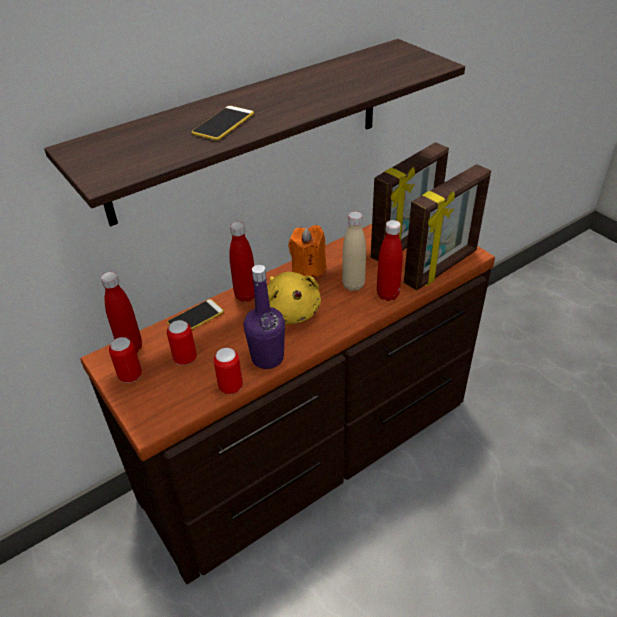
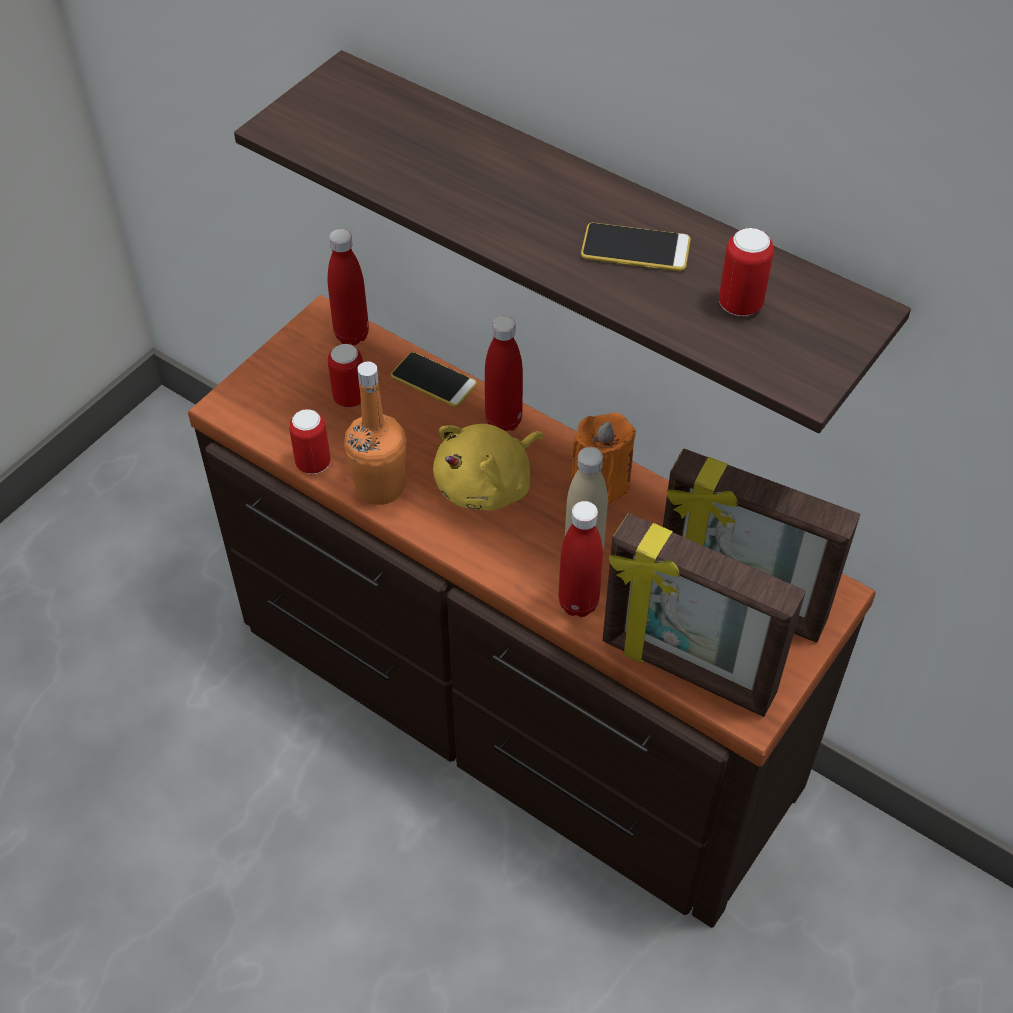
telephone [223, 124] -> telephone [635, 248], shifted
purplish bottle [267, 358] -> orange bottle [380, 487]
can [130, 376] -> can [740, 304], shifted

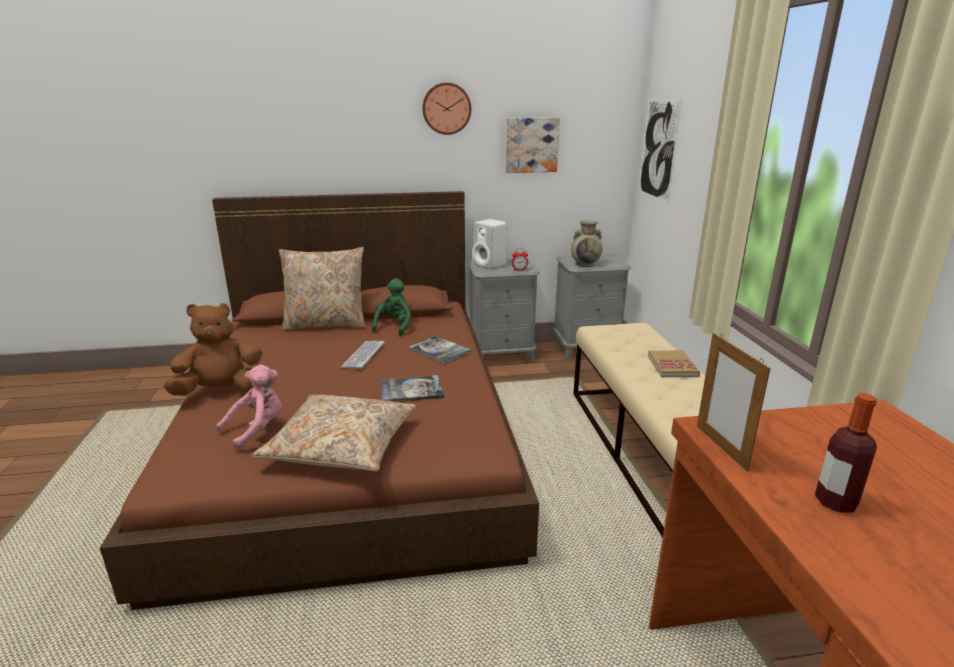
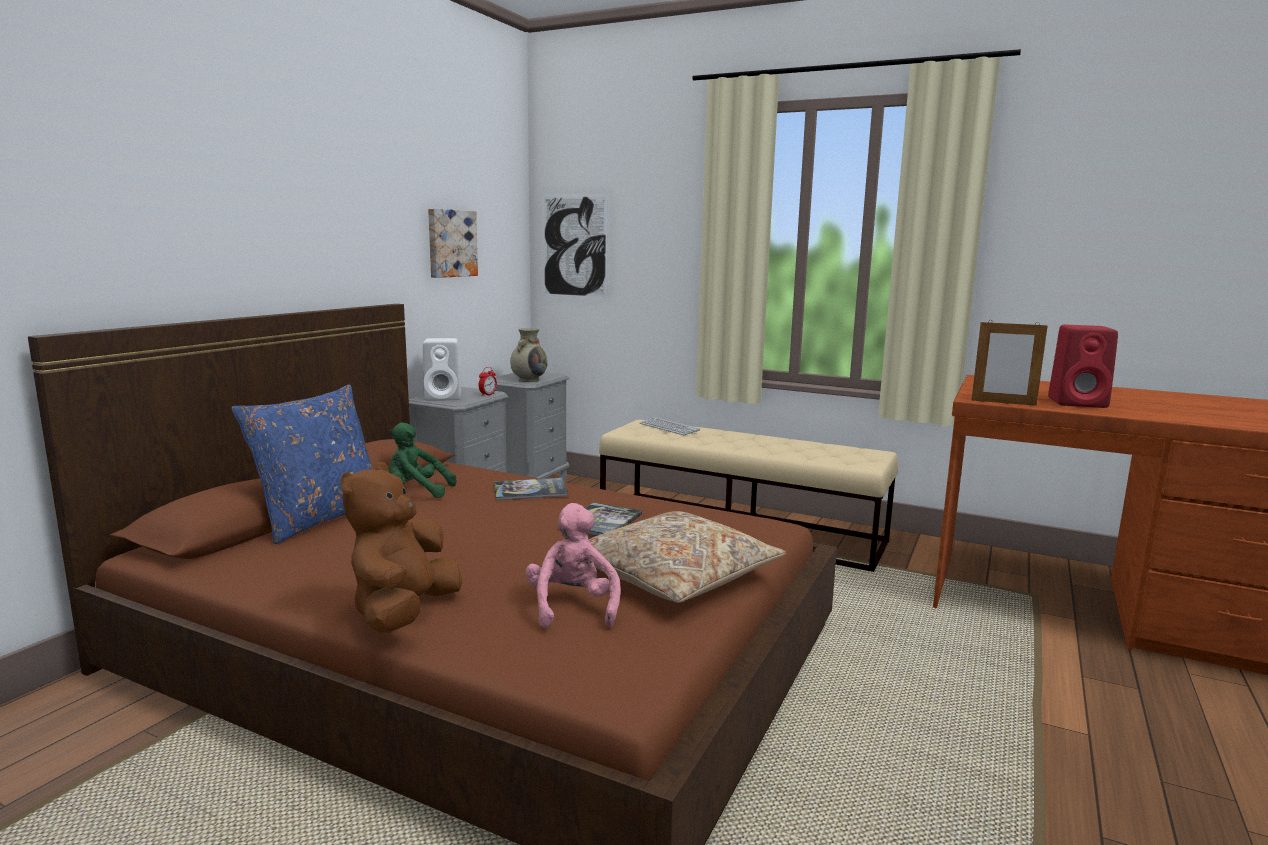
hanging clock [446, 108] -> none
beige throw pillow [326, 324] -> blue throw pillow [319, 518]
green plush toy [394, 326] -> green plush toy [417, 492], 45 degrees counterclockwise
keyboard [363, 355] -> keyboard [669, 427], shifted
volume [672, 366] -> none
bottle [835, 502] -> reddish speaker [1079, 403]

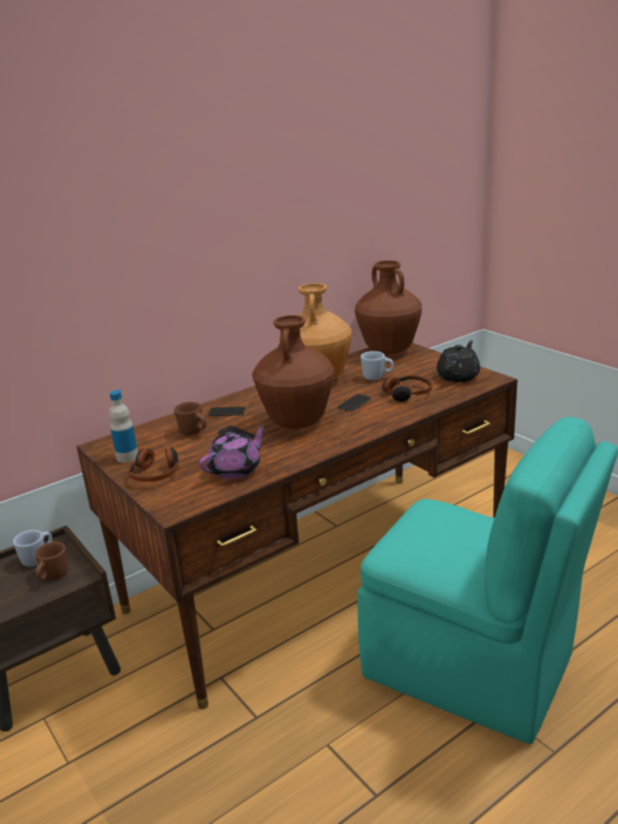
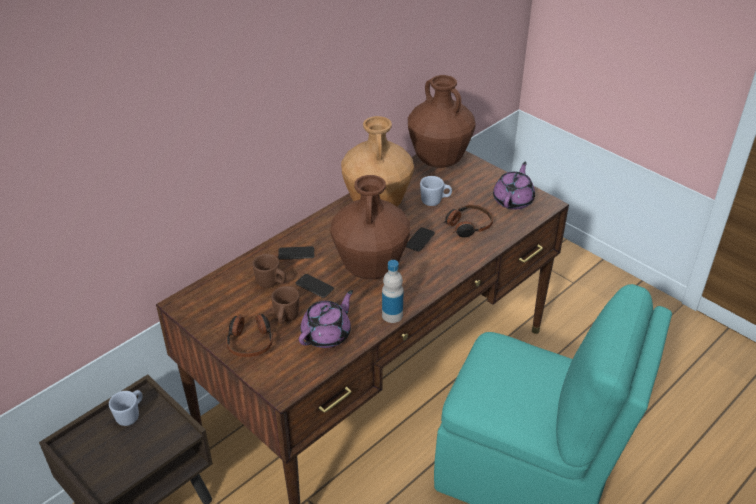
blackish pot for tea [458, 376] -> purplish pot for tea [513, 200]
bottle [127, 457] -> bottle [392, 315], shifted
brownish mug [53, 577] -> brownish mug [285, 318], shifted

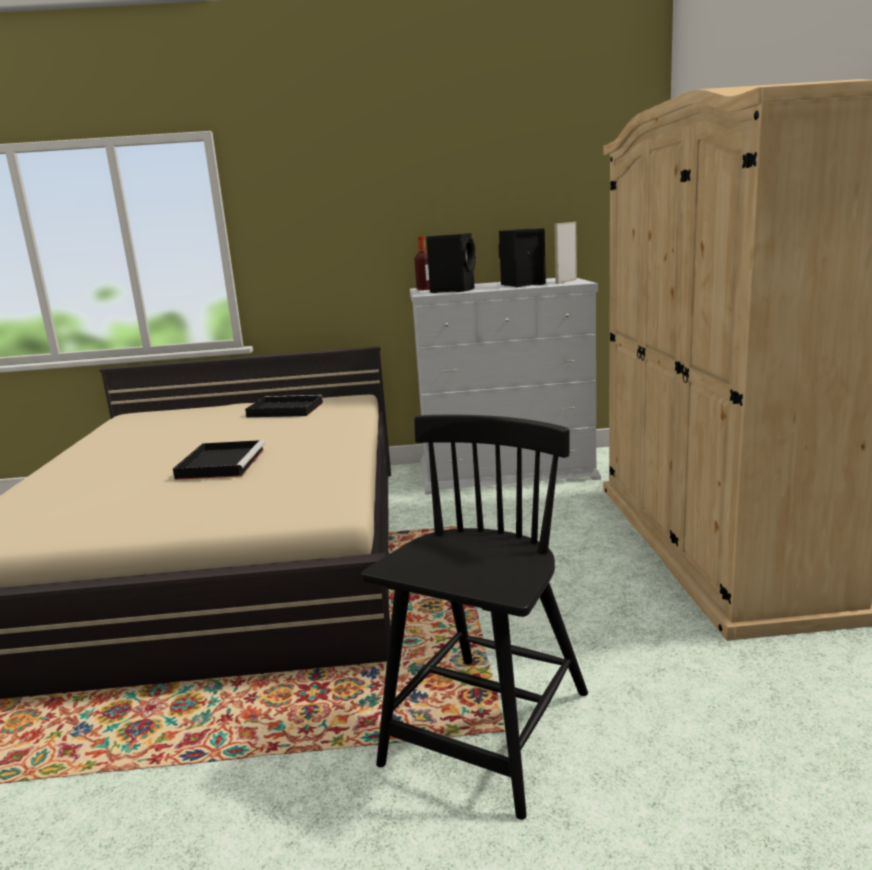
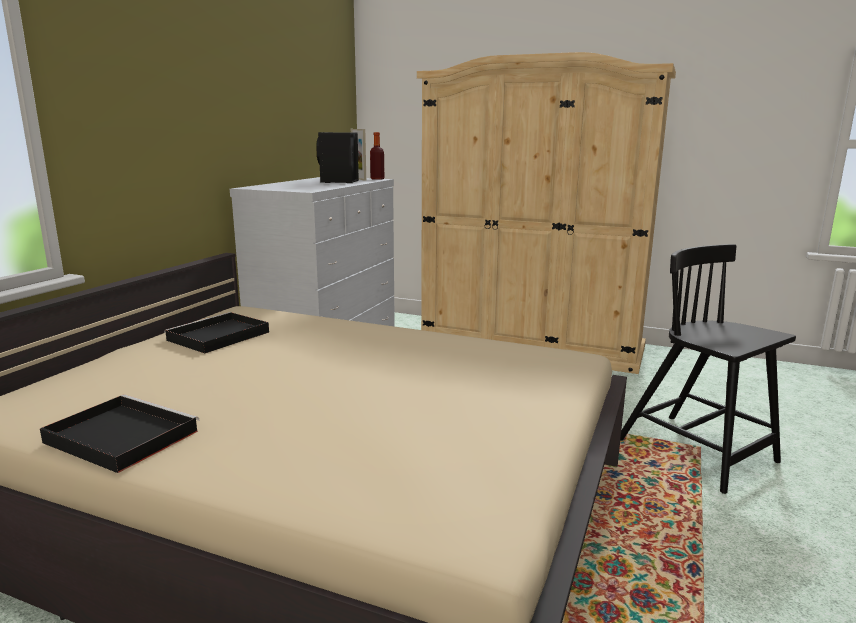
blackish speaker [453, 290] -> none
bottle [424, 289] -> bottle [377, 179], shifted
blackish carrying tray [221, 463] -> blackish carrying tray [119, 436], shifted

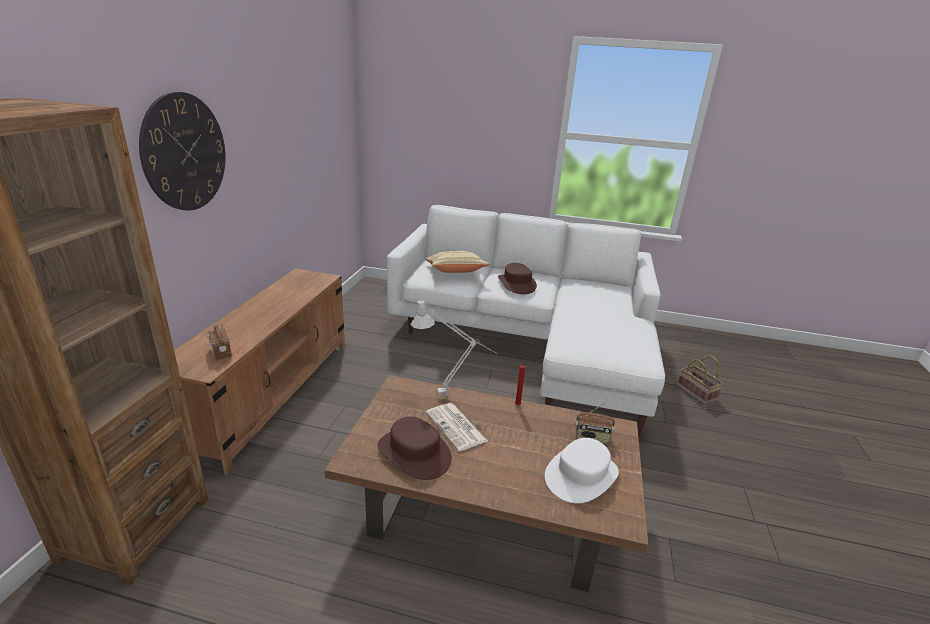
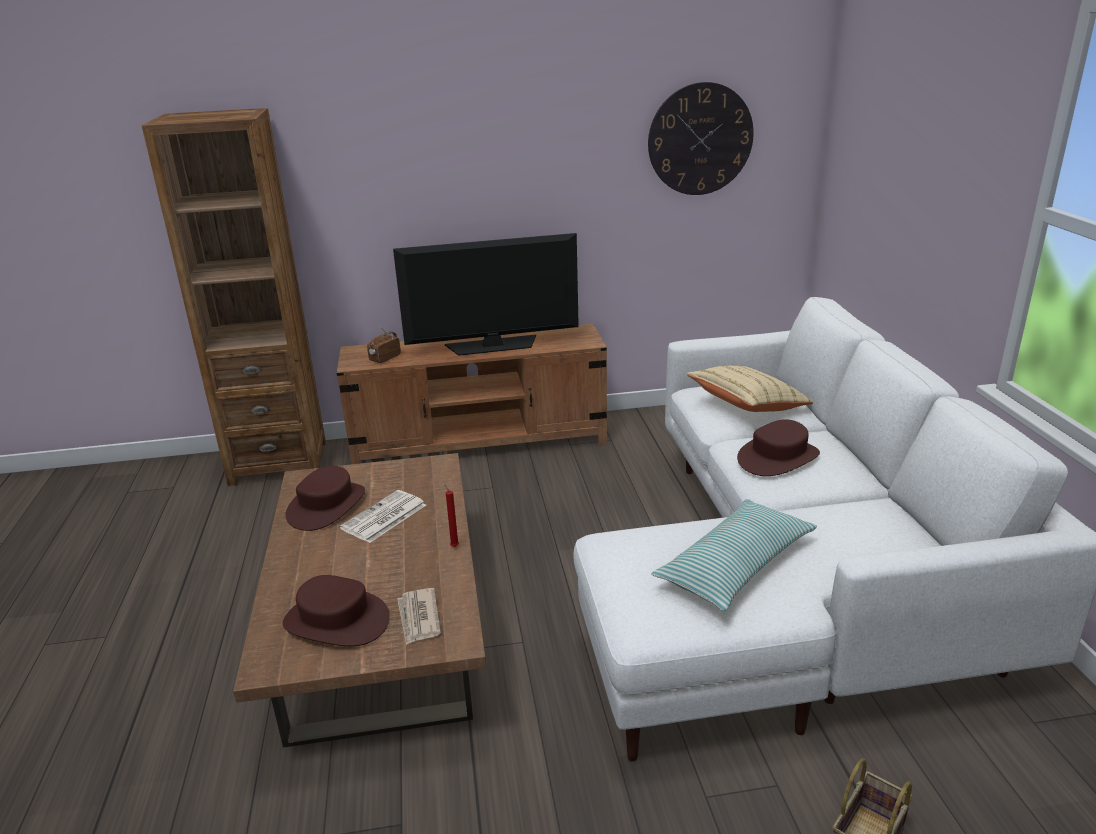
hanging clock [185, 152] -> hanging clock [700, 139], shifted
greyish tabletop lamp [452, 396] -> none
radio set [592, 437] -> printed paper [418, 618]
whitish wearable hat [581, 475] -> brownish wearable hat [336, 621]
none -> television [493, 346]
none -> throw pillow [735, 566]

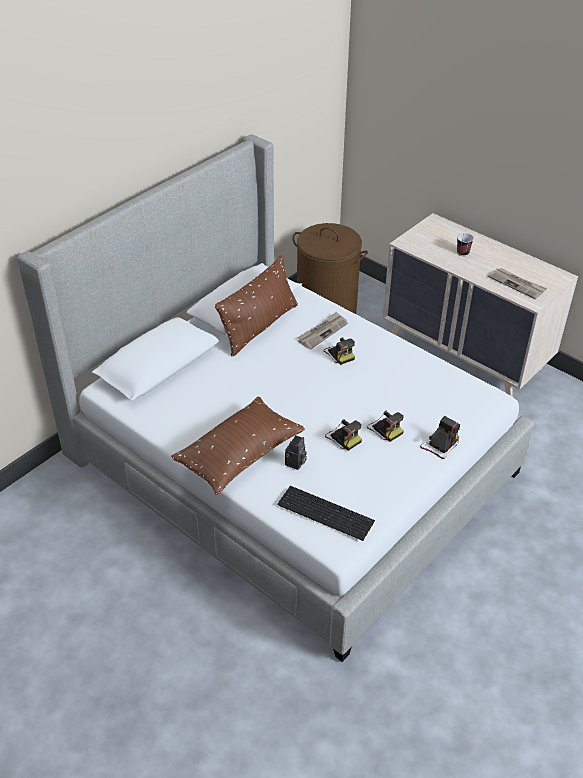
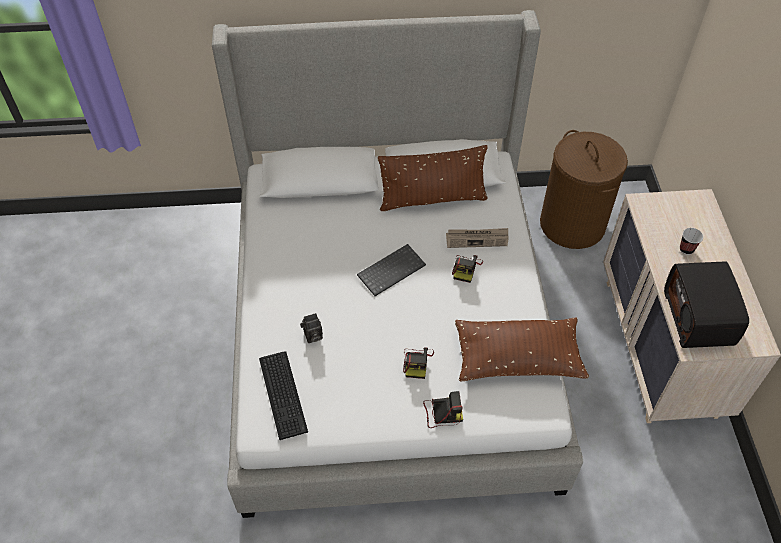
printed paper [517, 284] -> radio set [699, 318]
brownish throw pillow [239, 455] -> brownish throw pillow [517, 358], shifted
still camera [343, 437] -> none
none -> keyboard [391, 269]

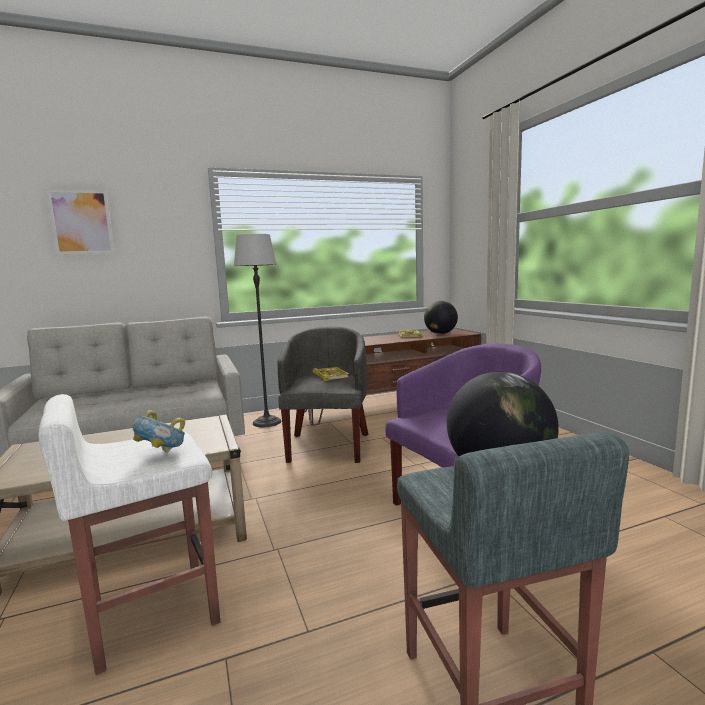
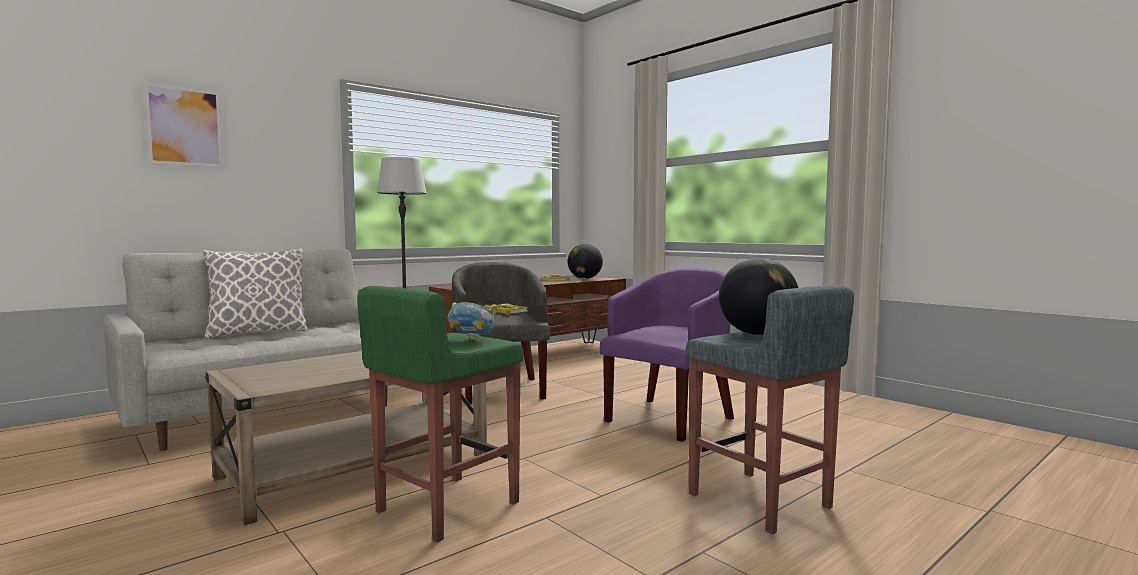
whitish sitting stool [151, 615] -> green sitting stool [446, 507]
none -> throw pillow [257, 333]

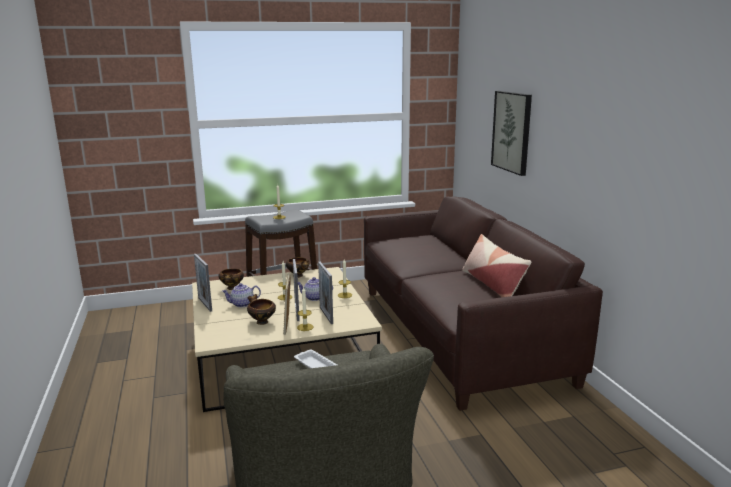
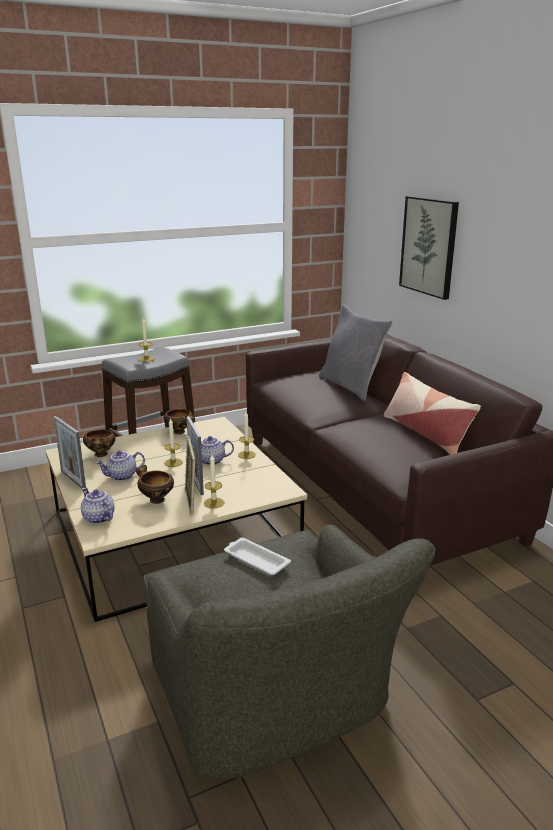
standing frame [326, 315] -> none
none -> greyish throw pillow [351, 386]
none -> pot for tea [98, 518]

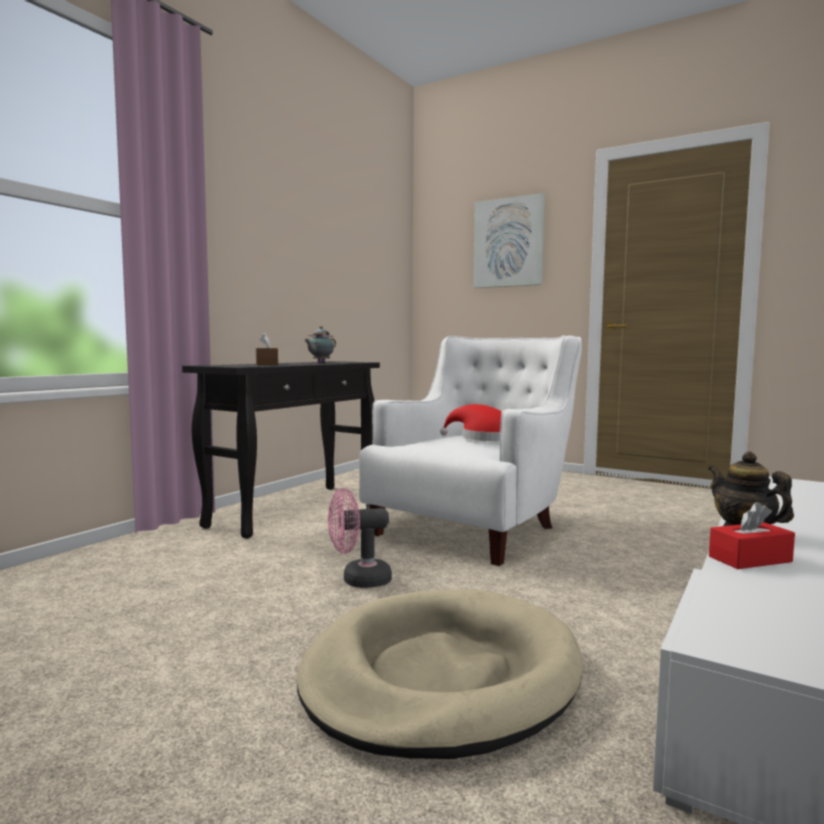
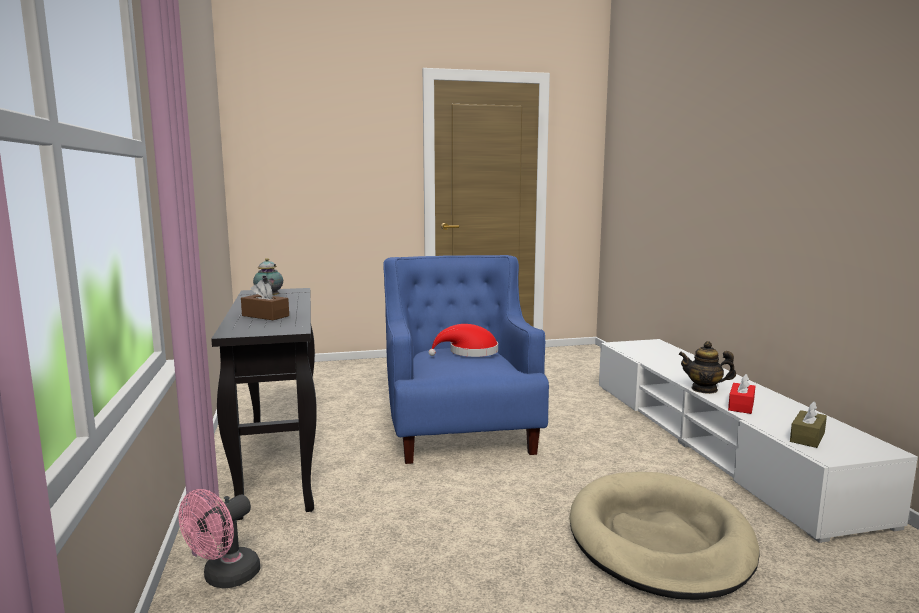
wall art [508, 243] -> none
whitish lounge chair [475, 528] -> blue lounge chair [460, 429]
pinkish electric fan [358, 580] -> pinkish electric fan [225, 578], shifted
none -> brownish box of tissues [807, 437]

